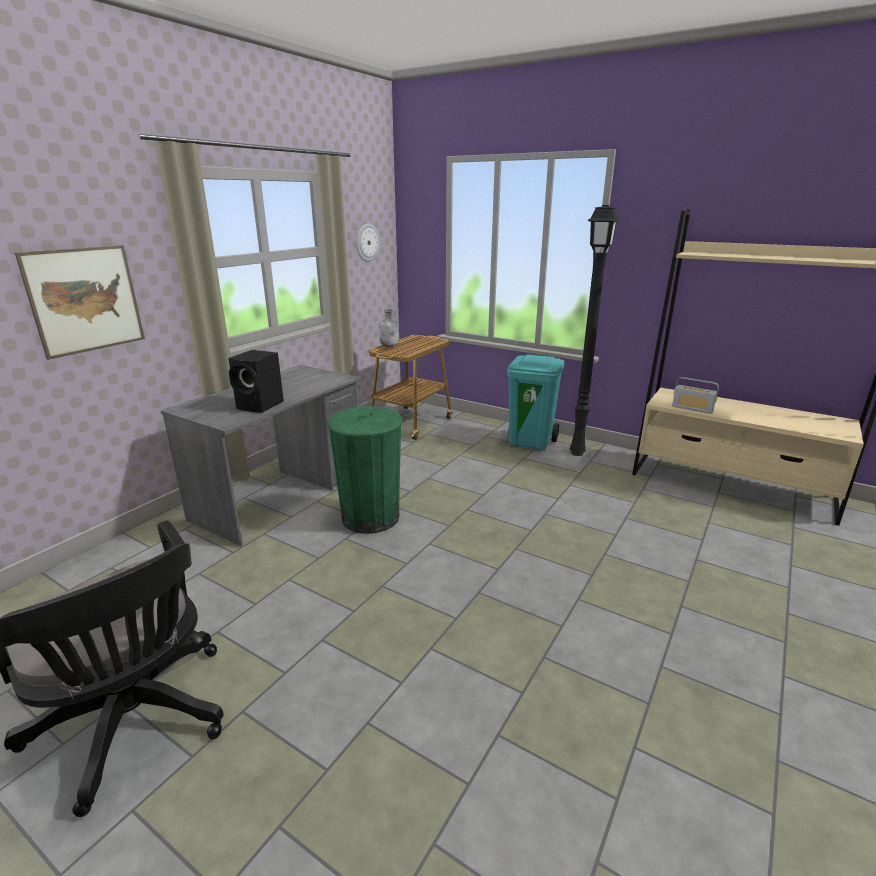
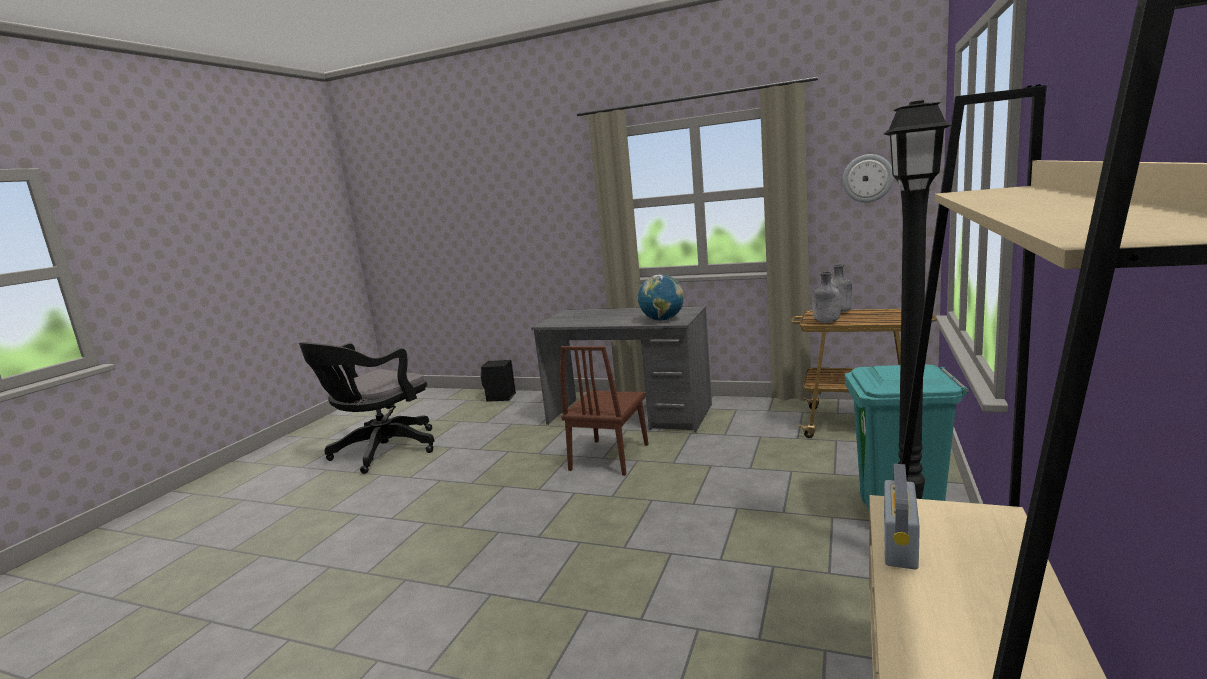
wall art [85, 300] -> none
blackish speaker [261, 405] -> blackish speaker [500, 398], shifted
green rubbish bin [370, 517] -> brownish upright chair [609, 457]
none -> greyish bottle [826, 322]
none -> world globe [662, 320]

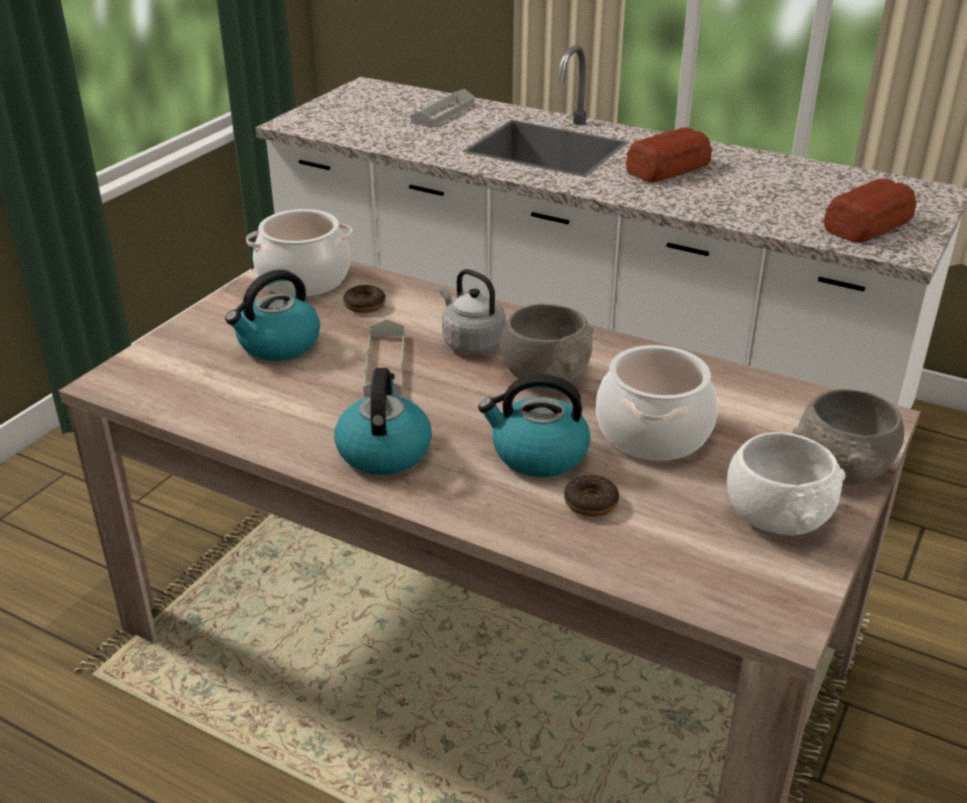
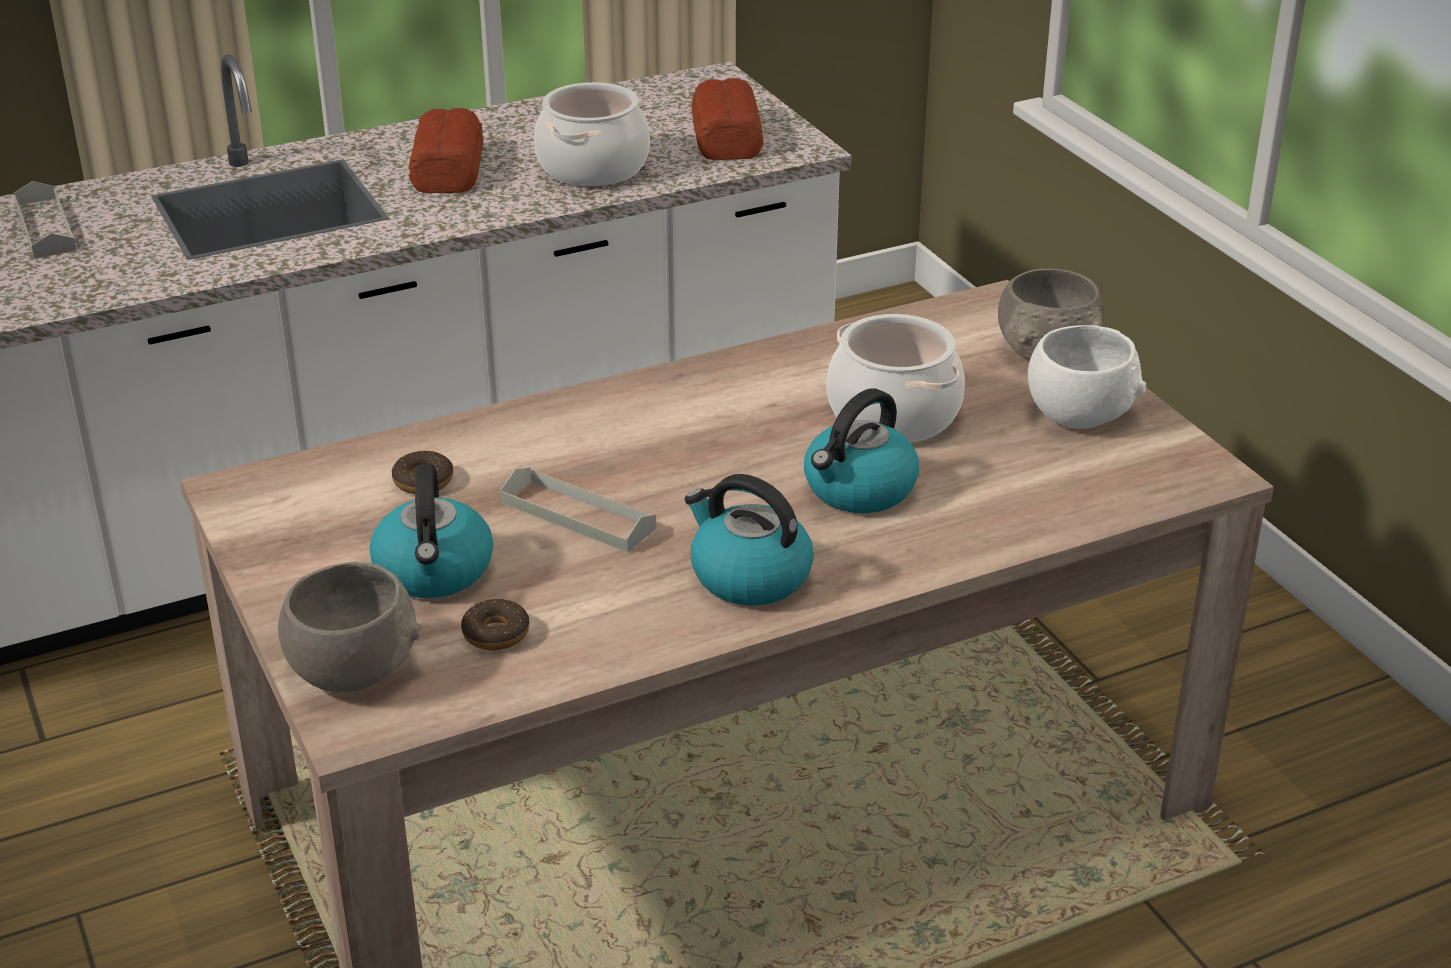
saucepot [304, 279] -> saucepot [593, 167], shifted
greyish kettle [471, 342] -> none
greyish serving bowl [545, 374] -> greyish serving bowl [353, 668], shifted
ring doughnut [591, 503] -> ring doughnut [496, 633], shifted

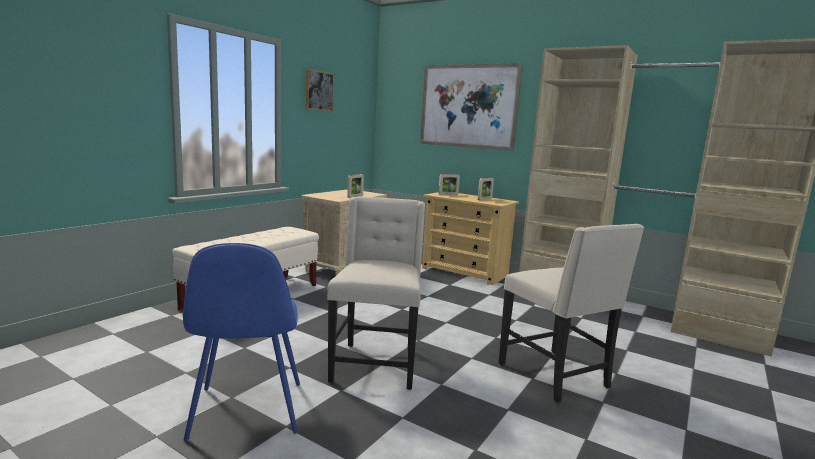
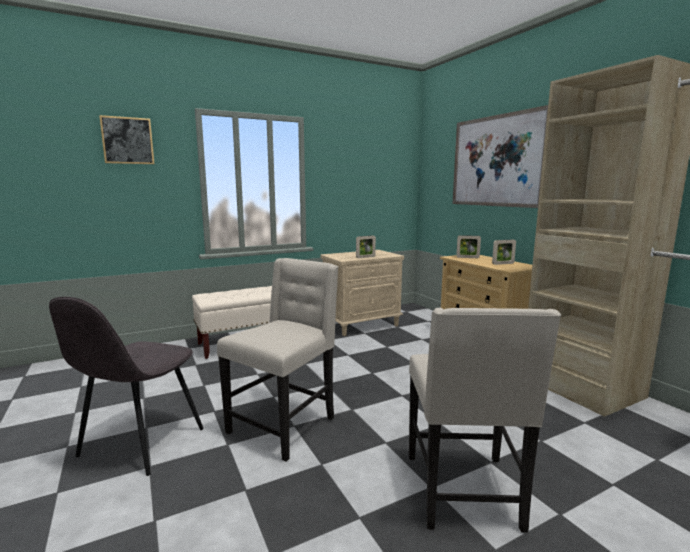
wall art [319, 91] -> wall art [127, 140], shifted
blue upright chair [247, 412] -> greyish upright chair [140, 444]

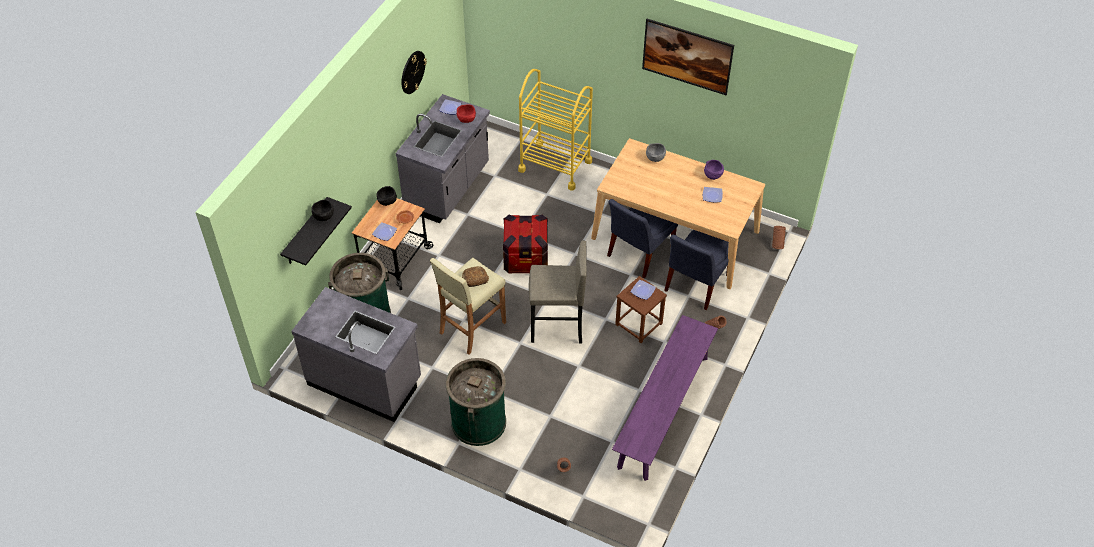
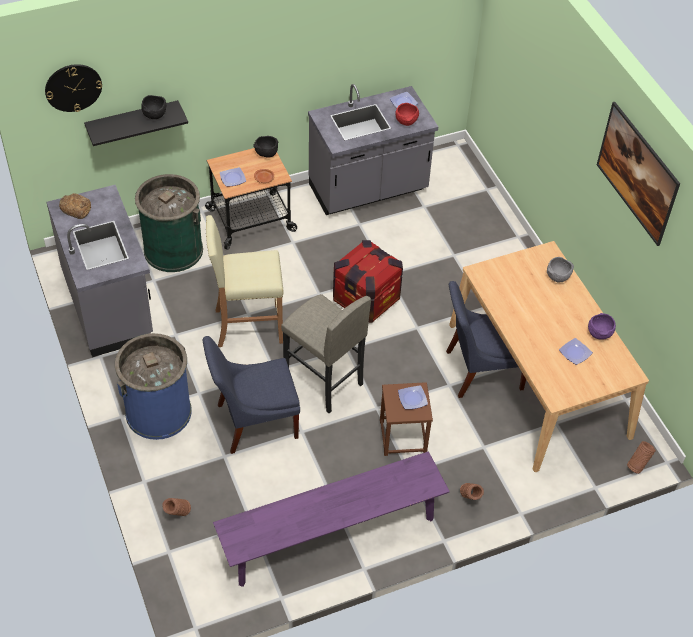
hanging clock [412, 72] -> hanging clock [73, 87], shifted
yellow-coloured cart [555, 166] -> none
blue upright chair [695, 285] -> blue upright chair [253, 421], shifted
baked bread [474, 278] -> baked bread [76, 208], shifted
green rubbish bin [478, 422] -> blue rubbish bin [158, 412]

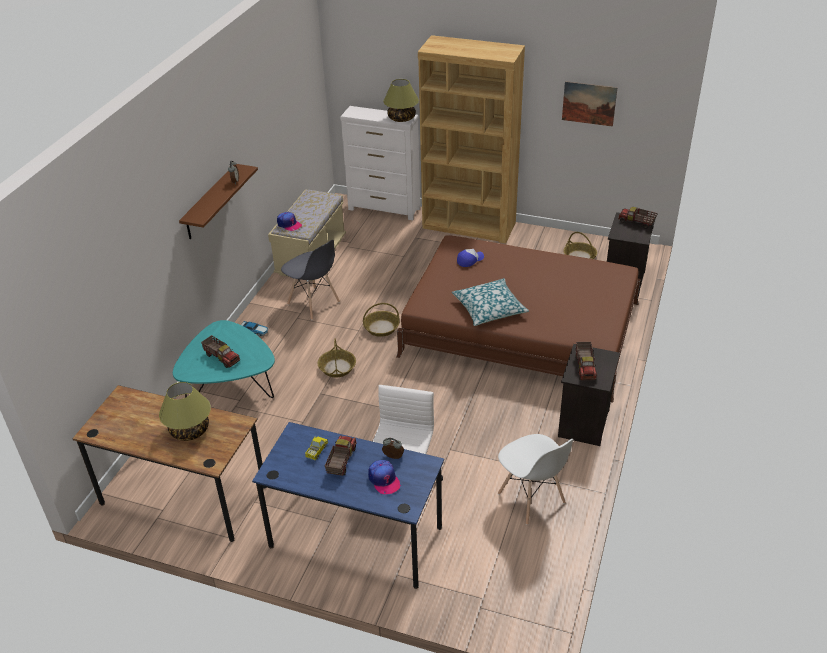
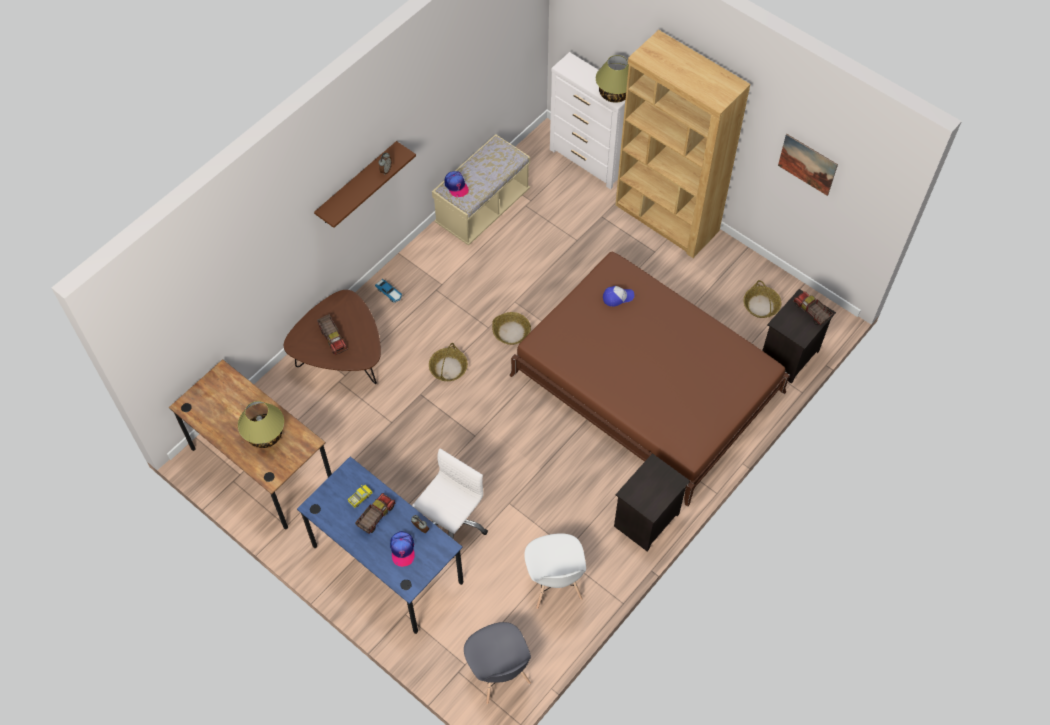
greyish upright chair [313, 304] -> greyish upright chair [499, 674], shifted
throw pillow [489, 308] -> none
blue-green lounge table [230, 388] -> brownish lounge table [342, 358]
model truck [585, 367] -> none

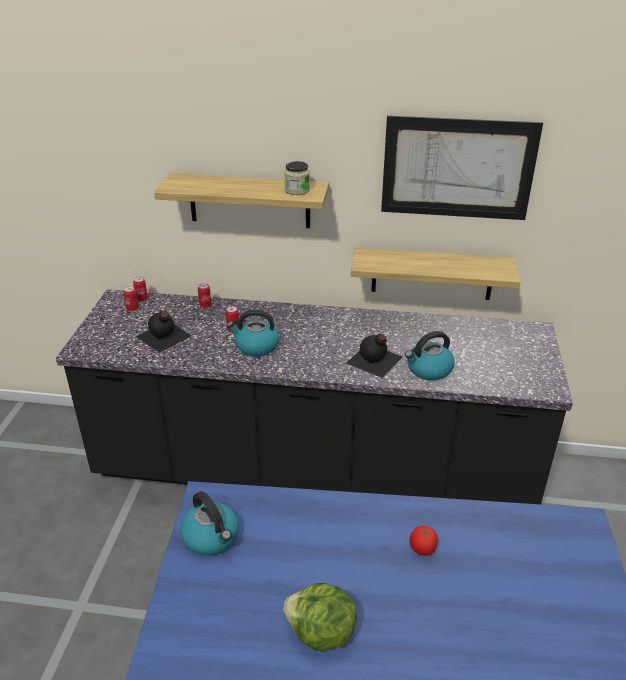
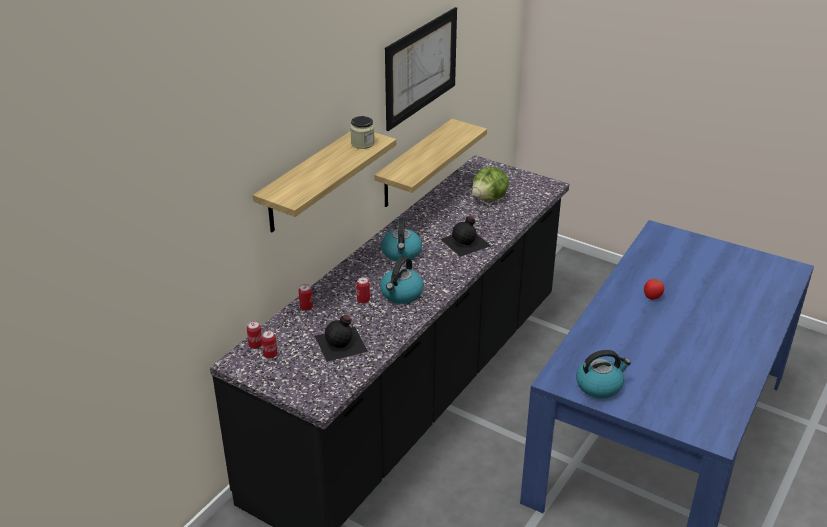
kettle [428, 370] -> kettle [401, 253], shifted
lettuce [321, 633] -> lettuce [489, 198], shifted

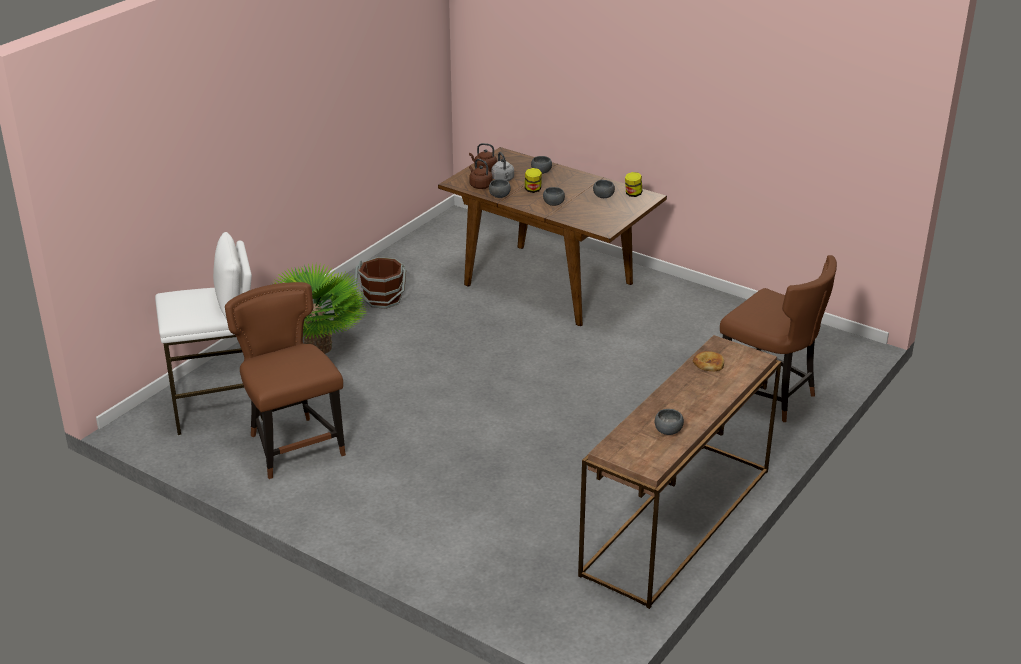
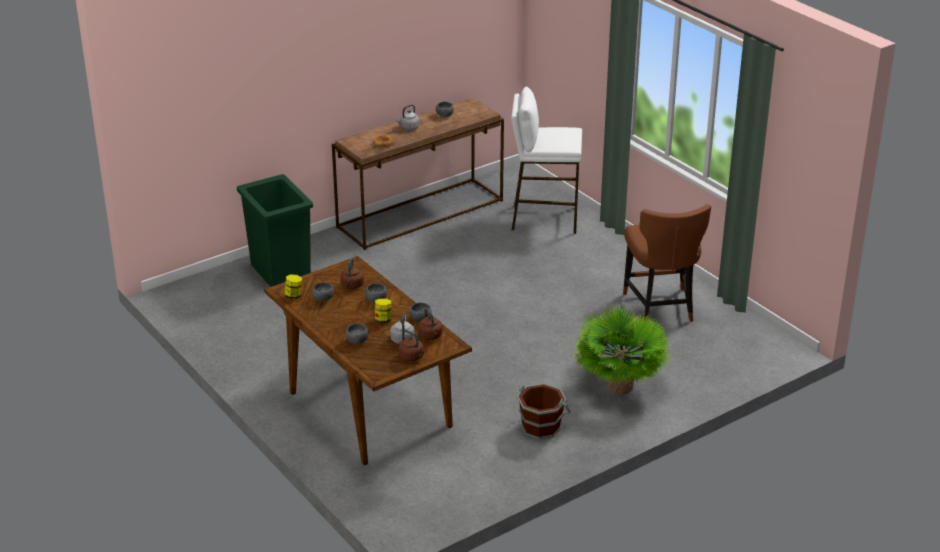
whitish sitting stool [219, 408] -> whitish sitting stool [544, 219], shifted
brownish upright chair [769, 396] -> green rubbish bin [280, 271]
none -> greyish kettle [408, 128]
none -> brownish kettle [352, 286]

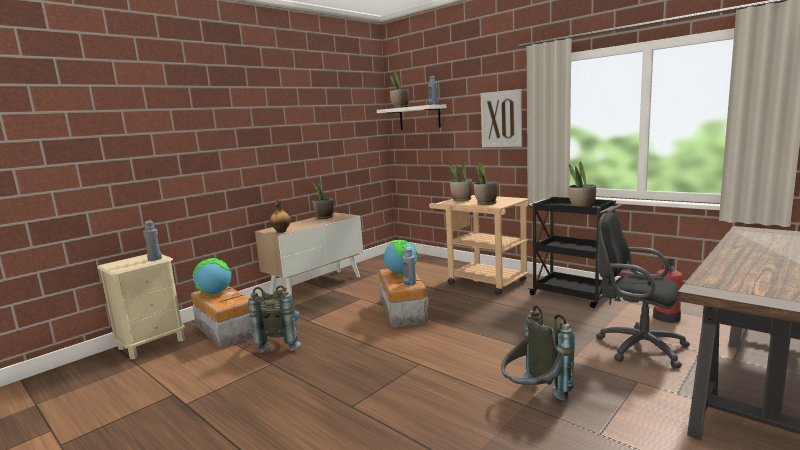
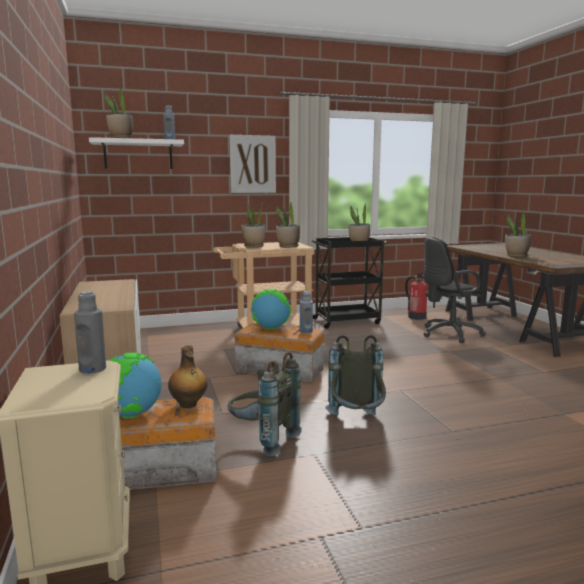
plant in a pot [324, 217] -> plant in a pot [516, 256], shifted
bottle [281, 231] -> bottle [188, 404], shifted
greyish rucksack [534, 396] -> greyish rucksack [356, 422], shifted

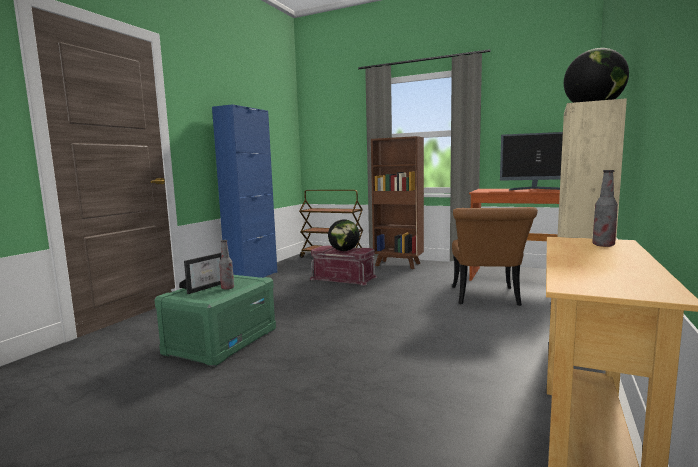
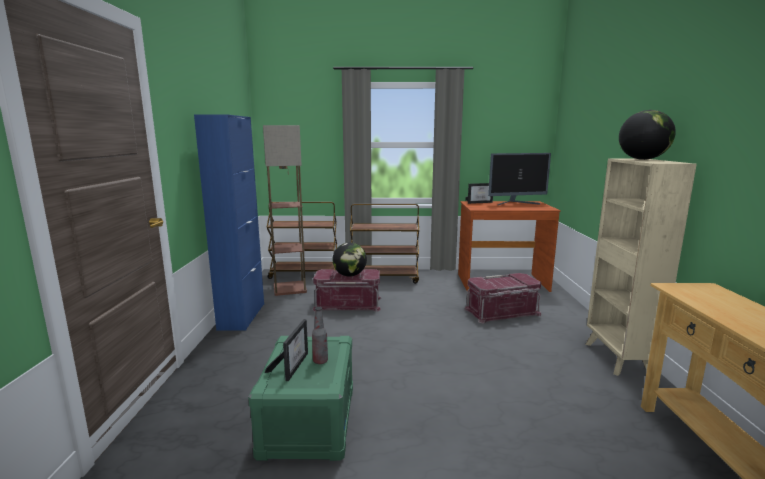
brownish bookshelf [398, 265] -> brownish cart [384, 278]
bottle [603, 245] -> none
brownish upright chair [486, 298] -> reddish storage container [502, 312]
none -> floor lamp [290, 288]
none -> standing frame [479, 202]

